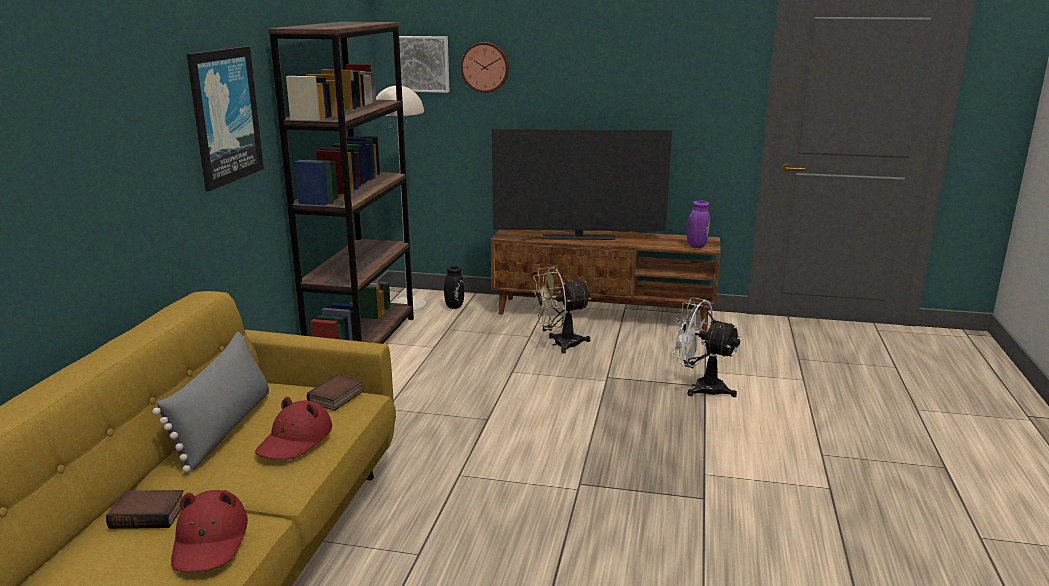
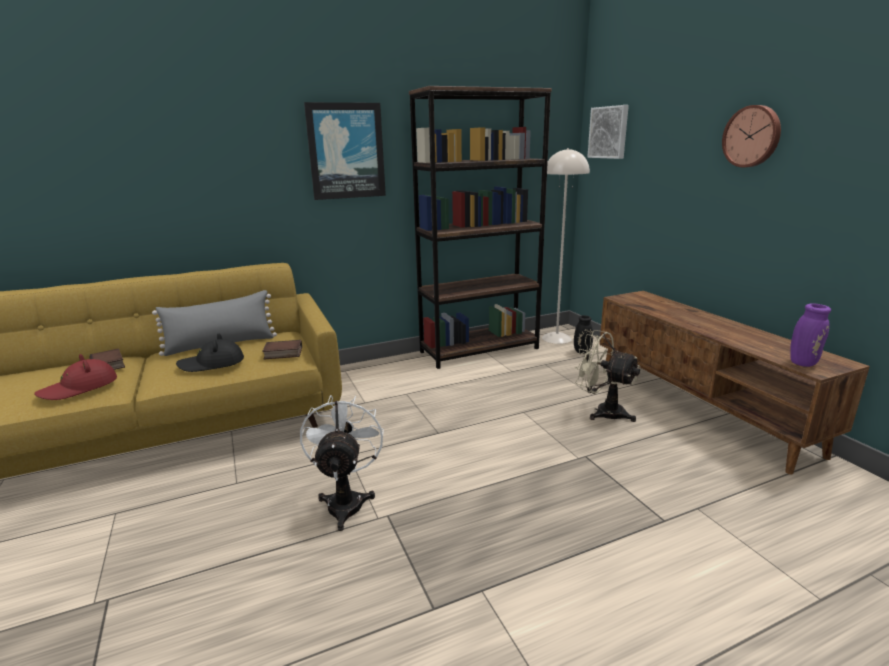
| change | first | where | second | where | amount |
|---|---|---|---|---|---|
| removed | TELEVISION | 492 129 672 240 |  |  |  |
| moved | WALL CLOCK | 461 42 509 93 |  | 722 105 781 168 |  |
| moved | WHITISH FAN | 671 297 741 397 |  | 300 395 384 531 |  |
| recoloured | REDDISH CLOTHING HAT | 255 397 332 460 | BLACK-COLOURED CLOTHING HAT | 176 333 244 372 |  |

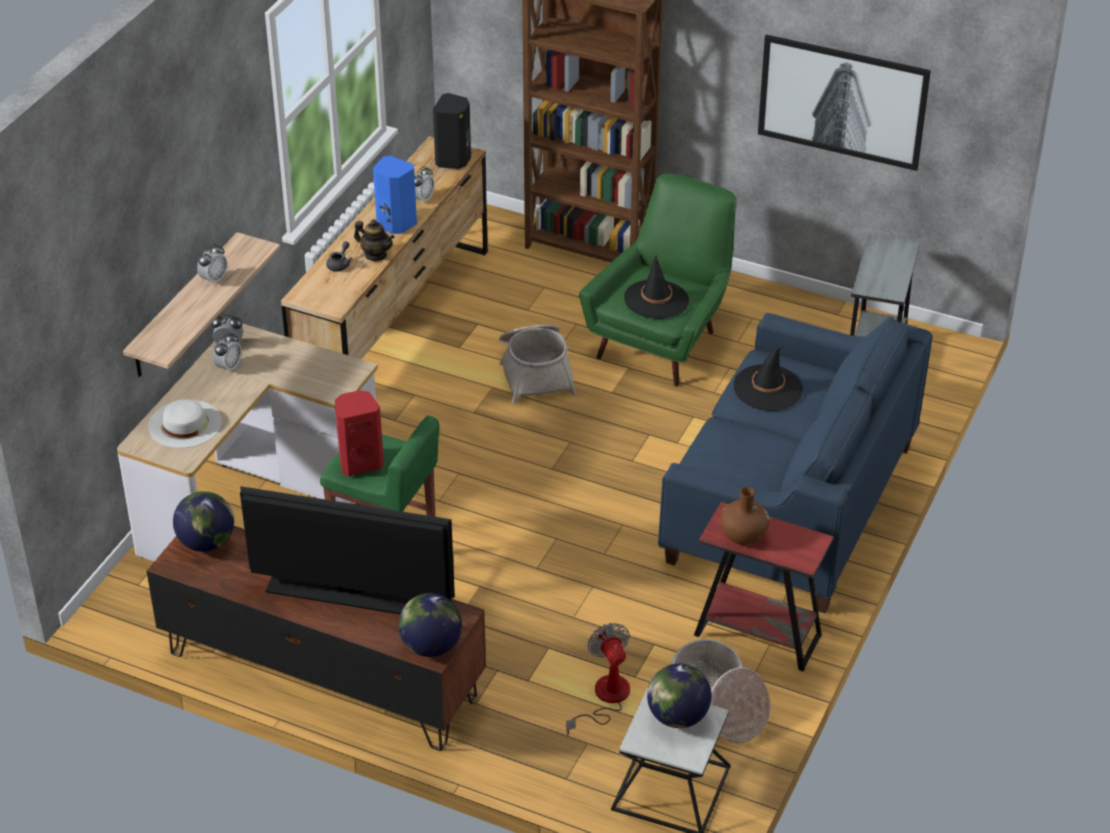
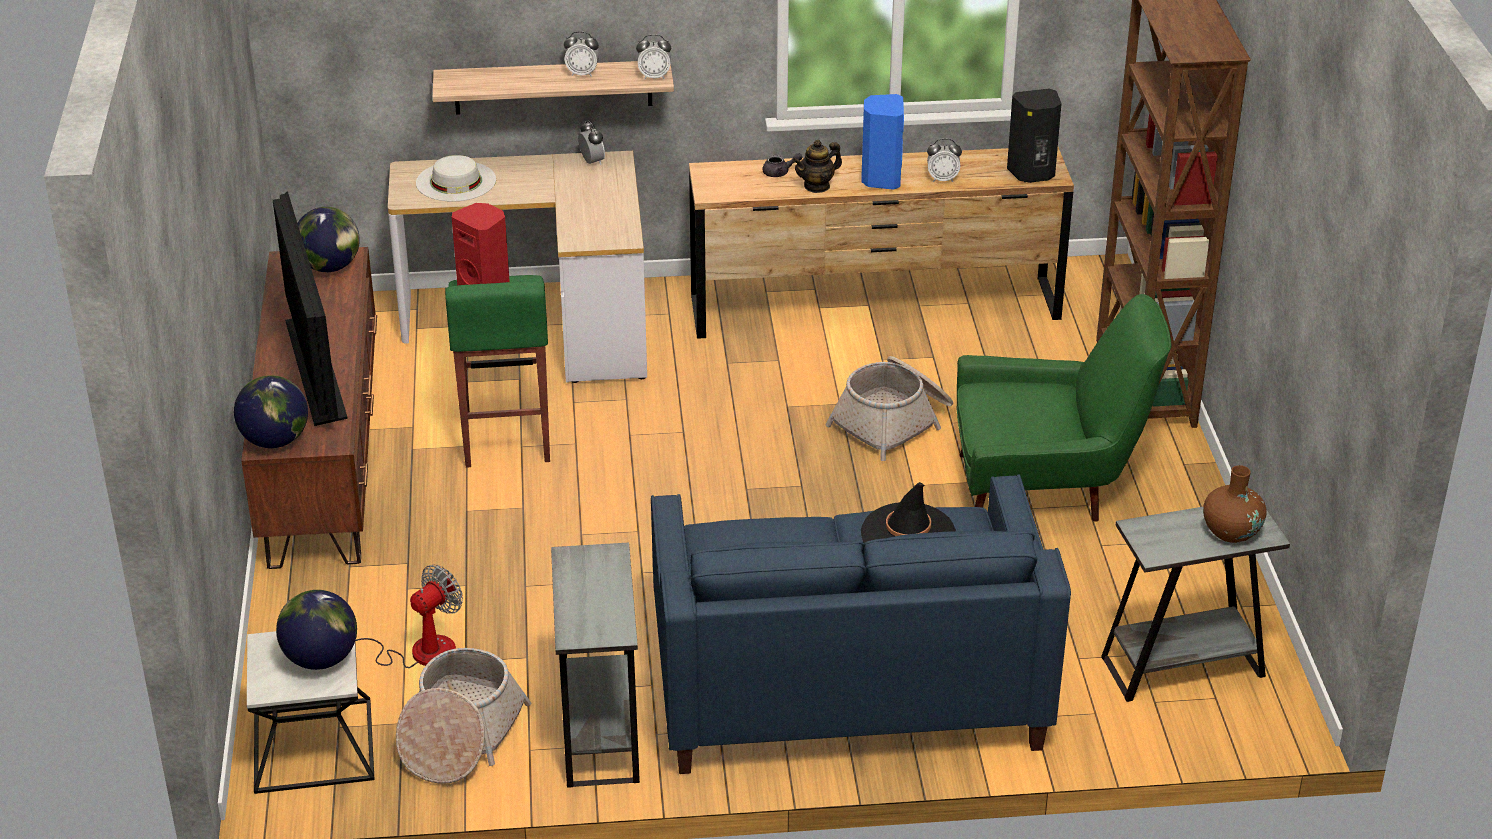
| change | first | where | second | where | amount |
|---|---|---|---|---|---|
| removed | BLACK-COLOURED CLOTHING HAT | 624 253 689 319 |  |  |  |
| removed | WALL PICTURE | 758 35 931 171 |  |  |  |
| moved | BEDSIDE CLOCK | 213 333 242 373 |  | 636 34 671 80 |  |
| moved | BROWN-COLOURED FLOWER VASE | 721 487 769 545 |  | 1203 465 1267 543 |  |
| recoloured | REDDISH SIDE TABLE | 694 502 834 672 | GREYISH SIDE TABLE | 551 543 640 788 |  |
| turned | TEAPOT | 354 219 395 261 |  | 793 140 842 193 | 60 degrees clockwise |

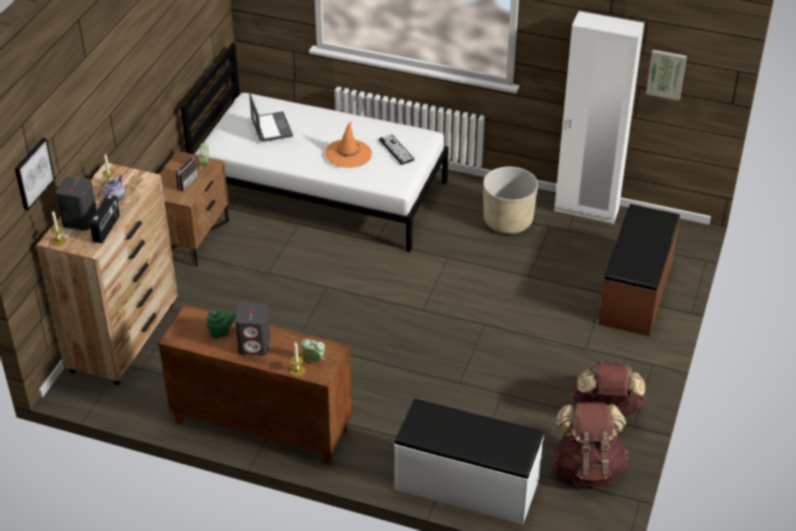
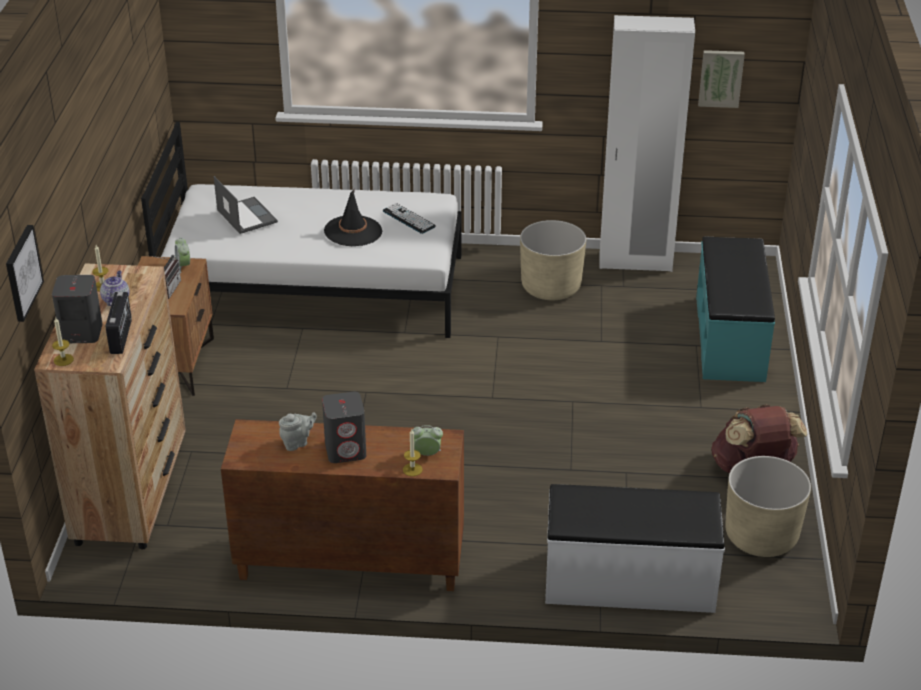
| change | first | where | second | where | amount |
|---|---|---|---|---|---|
| replaced | BROWN-COLOURED KNAPSACK | 552 402 629 487 | BEIGE-COLOURED PLANTER | 725 456 811 557 |  |
| recoloured | GREEN TEAPOT | 206 310 236 338 | GREYISH TEAPOT | 279 412 317 451 |  |
| recoloured | ORANGEY CLOTHING HAT | 325 121 372 168 | BLACK-COLOURED CLOTHING HAT | 324 189 382 246 |  |
| recoloured | BROWN-COLOURED BENCH | 598 204 680 336 | TURQUOISE BENCH | 696 236 775 382 |  |

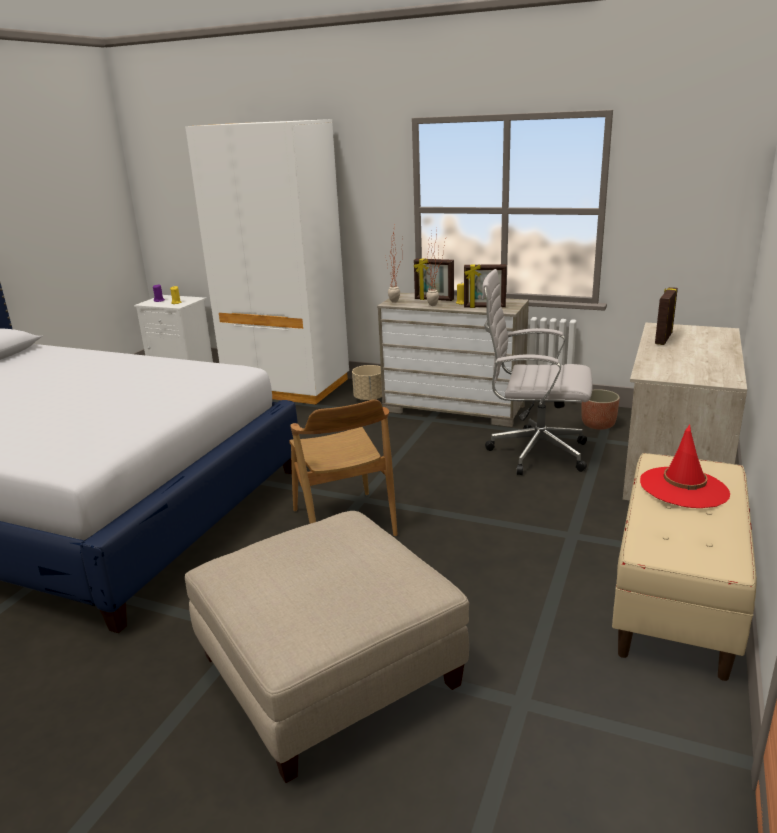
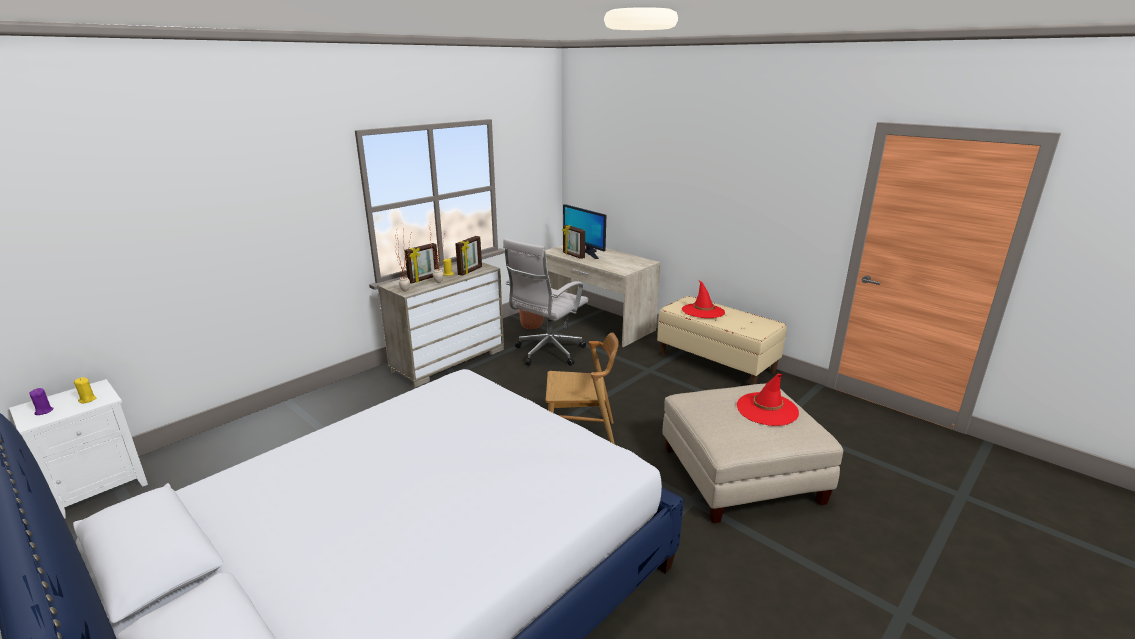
| change | first | where | second | where | amount |
|---|---|---|---|---|---|
| removed | WHITISH ARMOIRE | 185 119 349 405 |  |  |  |
| removed | BEIGE-COLOURED PLANTER | 352 365 382 401 |  |  |  |
| added |  |  | MONITOR | 563 204 606 259 |  |
| added |  |  | REDDISH CLOTHING HAT | 737 374 799 426 |  |

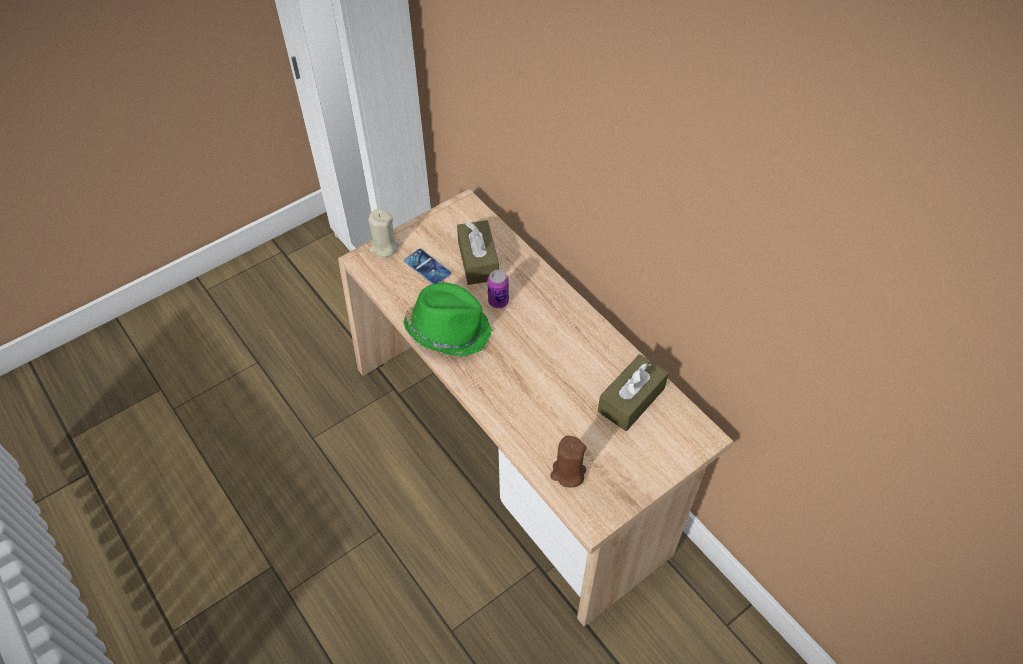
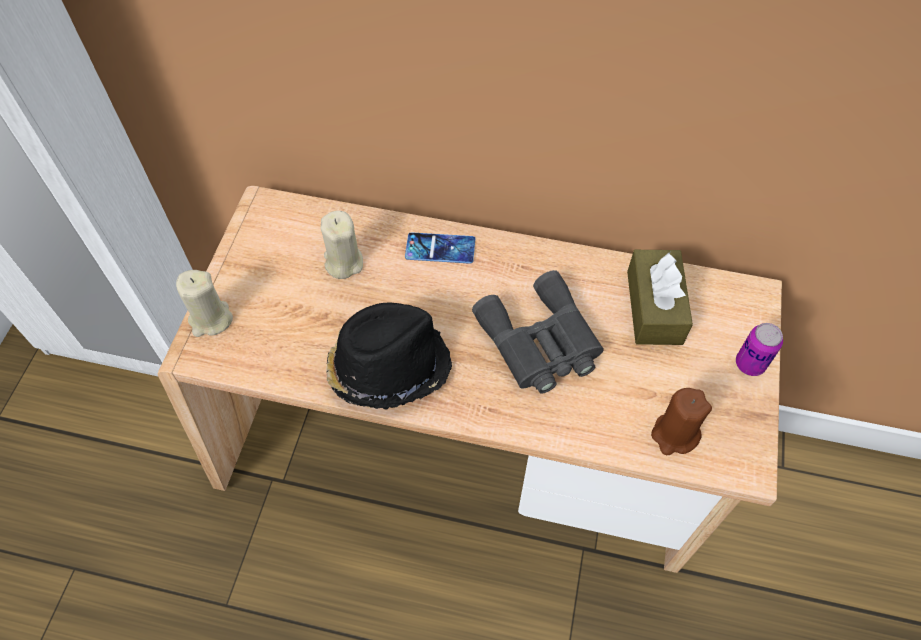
| change | first | where | second | where | amount |
|---|---|---|---|---|---|
| added |  |  | GREYISH FIELD GLASSES | 472 270 604 393 |  |
| moved | TELEPHONE | 404 249 452 284 |  | 405 232 475 264 |  |
| moved | CAN | 487 270 509 308 |  | 736 323 783 376 |  |
| replaced | BROWN-COLOURED TISSUE HOLDER | 457 220 499 285 | BEIGE-COLOURED WAX LIGHT | 321 211 363 279 |  |
| recoloured | GREEN CLOTHING HAT | 403 283 492 357 | BLACK-COLOURED CLOTHING HAT | 326 303 452 409 |  |

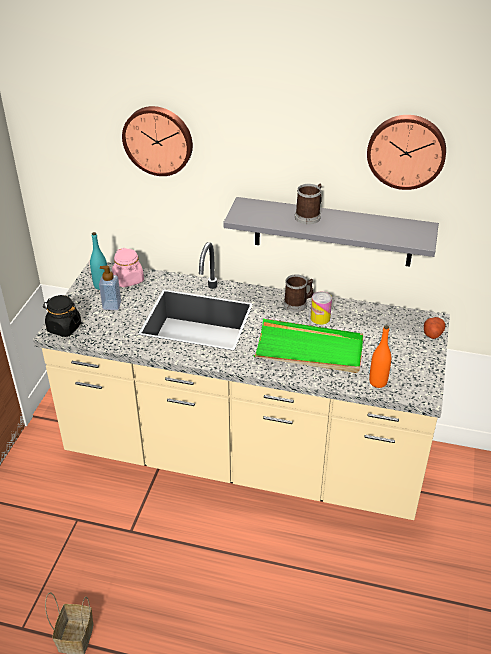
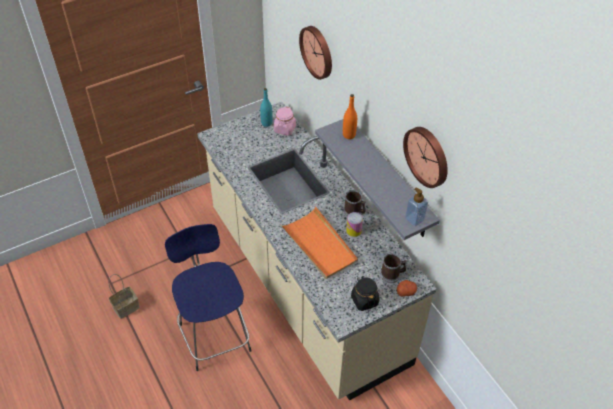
| change | first | where | second | where | amount |
|---|---|---|---|---|---|
| added |  |  | BLUE-COLOURED STOOL SEAT | 165 224 251 371 |  |
| moved | BLACK-COLOURED PRESERVE JAR | 43 295 81 337 |  | 351 276 380 311 |  |
| moved | SOAP BOTTLE | 99 266 121 310 |  | 405 188 428 226 |  |
| moved | MUG | 295 184 322 224 |  | 380 253 407 283 |  |
| moved | ORANGEY DRINK BOTTLE | 369 325 391 388 |  | 343 94 357 139 |  |
| recoloured | GREEN SERVING TRAY | 253 319 363 373 | ORANGEY SERVING TRAY | 280 207 358 279 |  |

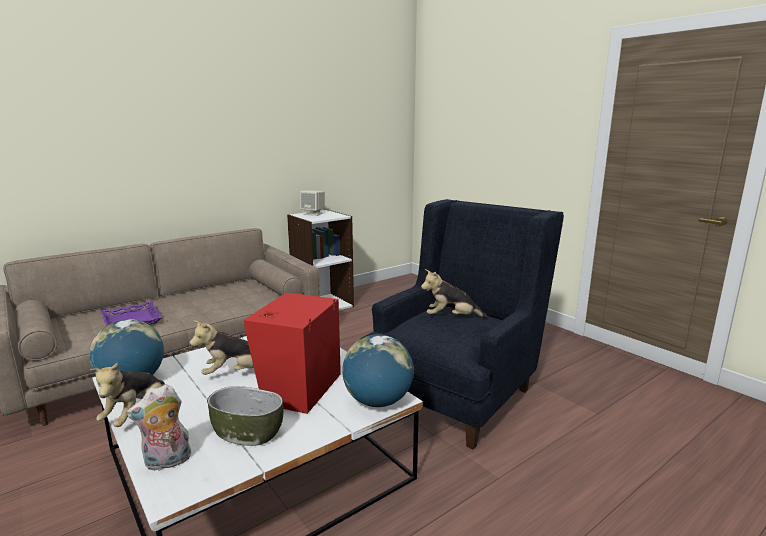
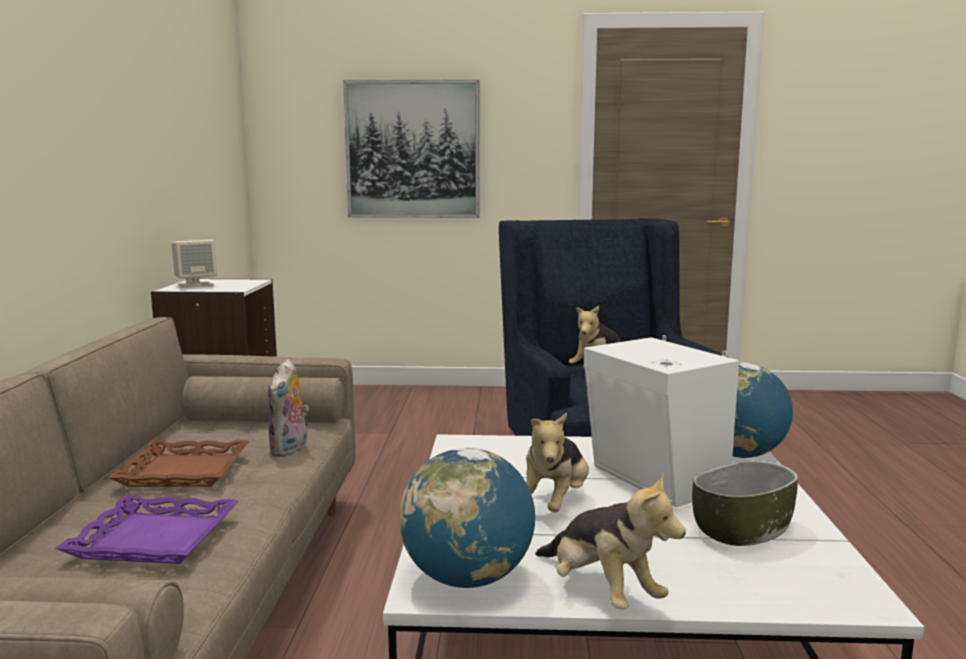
| change | first | where | second | where | amount |
|---|---|---|---|---|---|
| added |  |  | BROWN-COLOURED SERVING TRAY | 108 440 250 487 |  |
| added |  |  | WALL PICTURE | 343 80 480 218 |  |
| moved | CUDDLY TOY | 126 384 191 472 |  | 268 359 309 457 |  |
| recoloured | REDDISH SPEAKER | 244 293 341 414 | WHITISH SPEAKER | 584 335 739 507 |  |

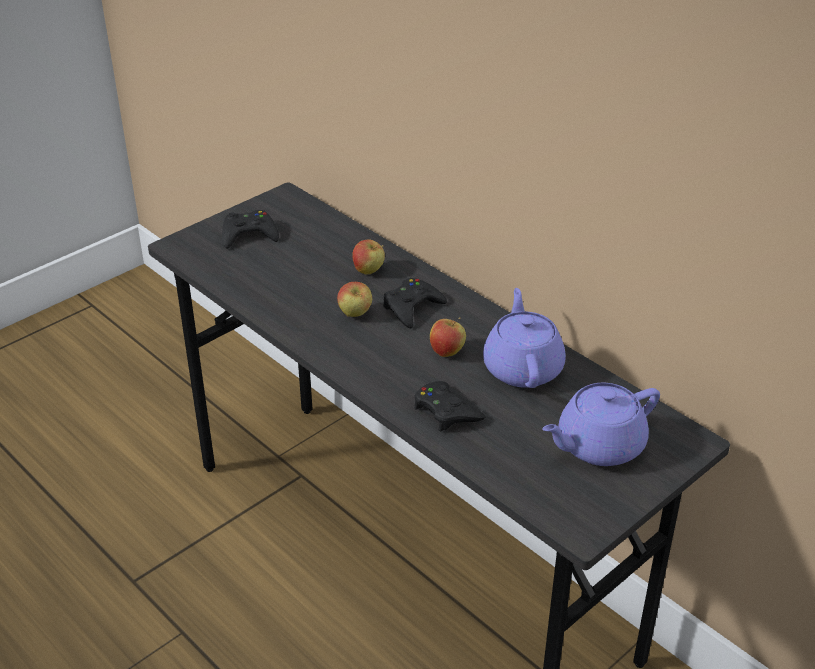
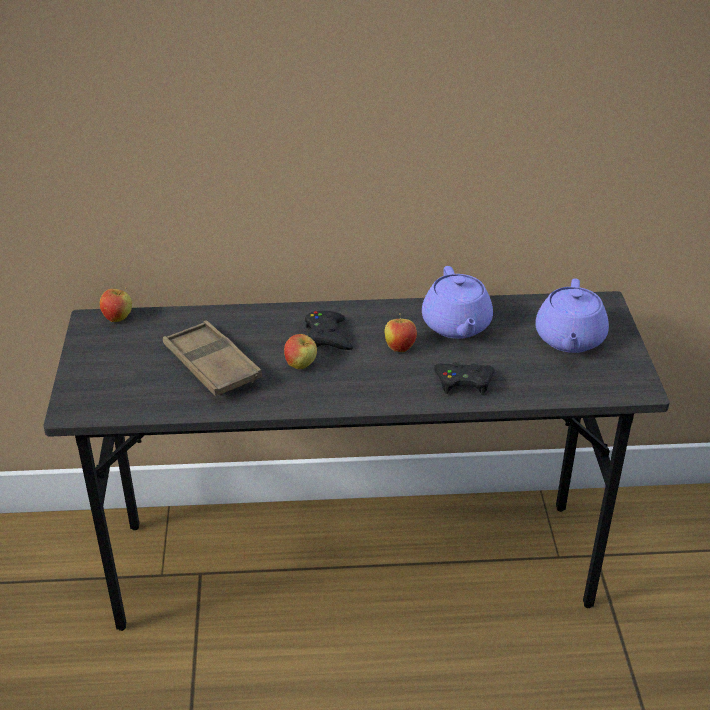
| change | first | where | second | where | amount |
|---|---|---|---|---|---|
| removed | BLACK-COLOURED JOYPAD | 222 210 279 249 |  |  |  |
| added |  |  | BROWN-COLOURED SERVING TRAY | 163 320 262 397 |  |
| moved | APPLE | 352 239 385 275 |  | 100 287 132 322 |  |
| turned | PURPLE-COLOURED TEAPOT | 483 288 566 388 |  | 422 266 493 339 | 135 degrees counterclockwise |

